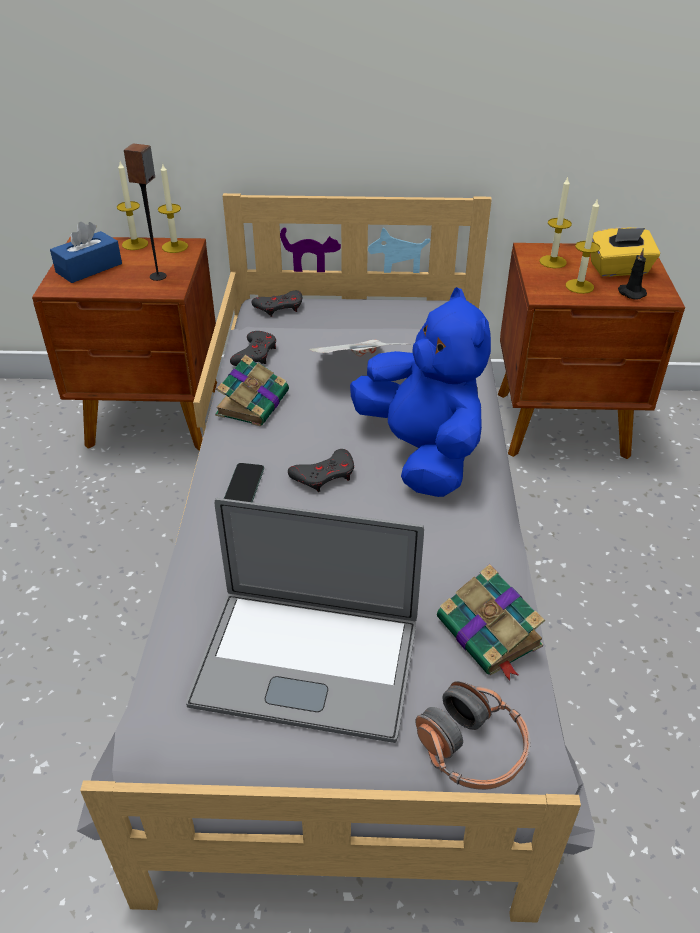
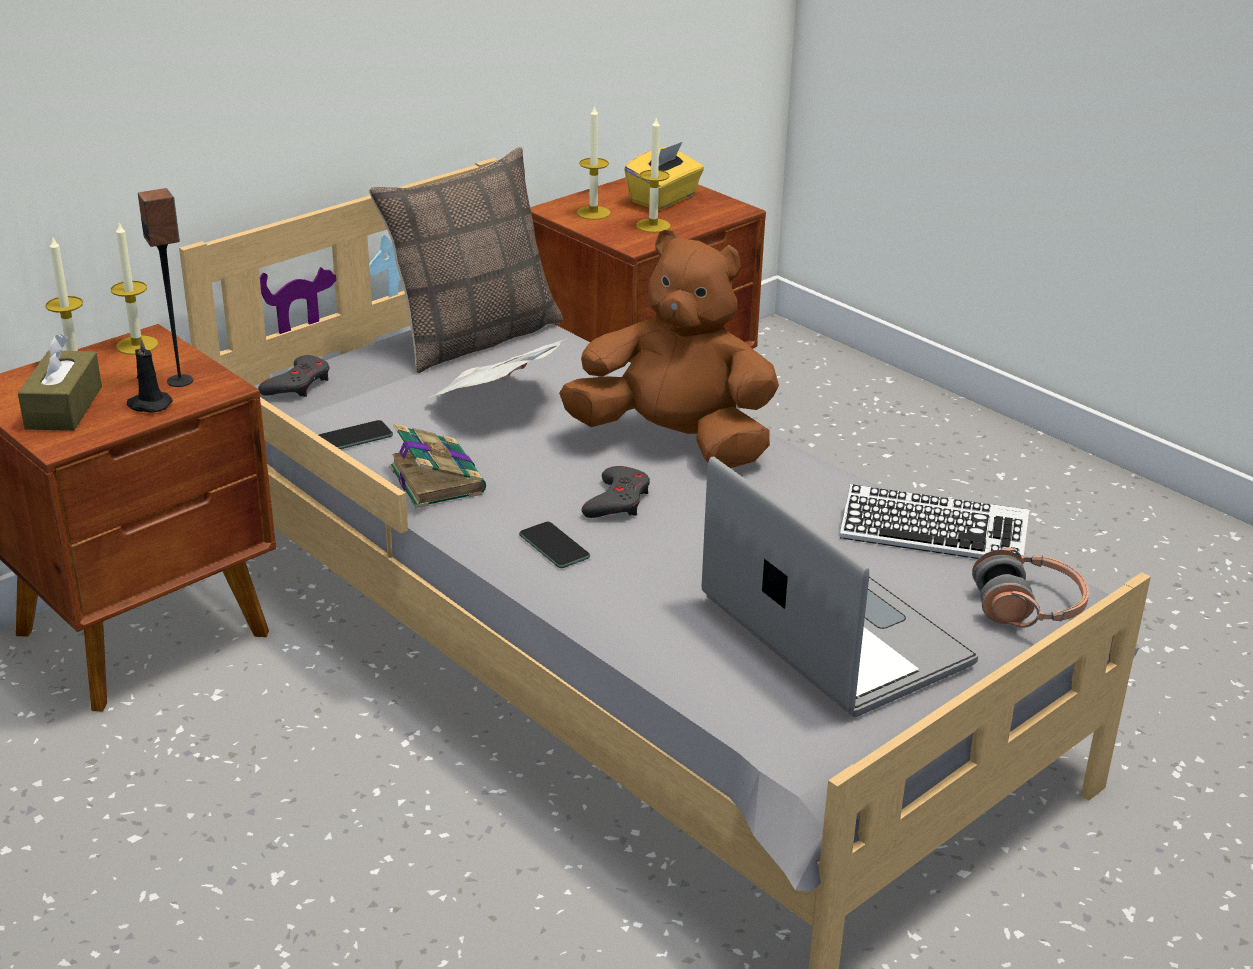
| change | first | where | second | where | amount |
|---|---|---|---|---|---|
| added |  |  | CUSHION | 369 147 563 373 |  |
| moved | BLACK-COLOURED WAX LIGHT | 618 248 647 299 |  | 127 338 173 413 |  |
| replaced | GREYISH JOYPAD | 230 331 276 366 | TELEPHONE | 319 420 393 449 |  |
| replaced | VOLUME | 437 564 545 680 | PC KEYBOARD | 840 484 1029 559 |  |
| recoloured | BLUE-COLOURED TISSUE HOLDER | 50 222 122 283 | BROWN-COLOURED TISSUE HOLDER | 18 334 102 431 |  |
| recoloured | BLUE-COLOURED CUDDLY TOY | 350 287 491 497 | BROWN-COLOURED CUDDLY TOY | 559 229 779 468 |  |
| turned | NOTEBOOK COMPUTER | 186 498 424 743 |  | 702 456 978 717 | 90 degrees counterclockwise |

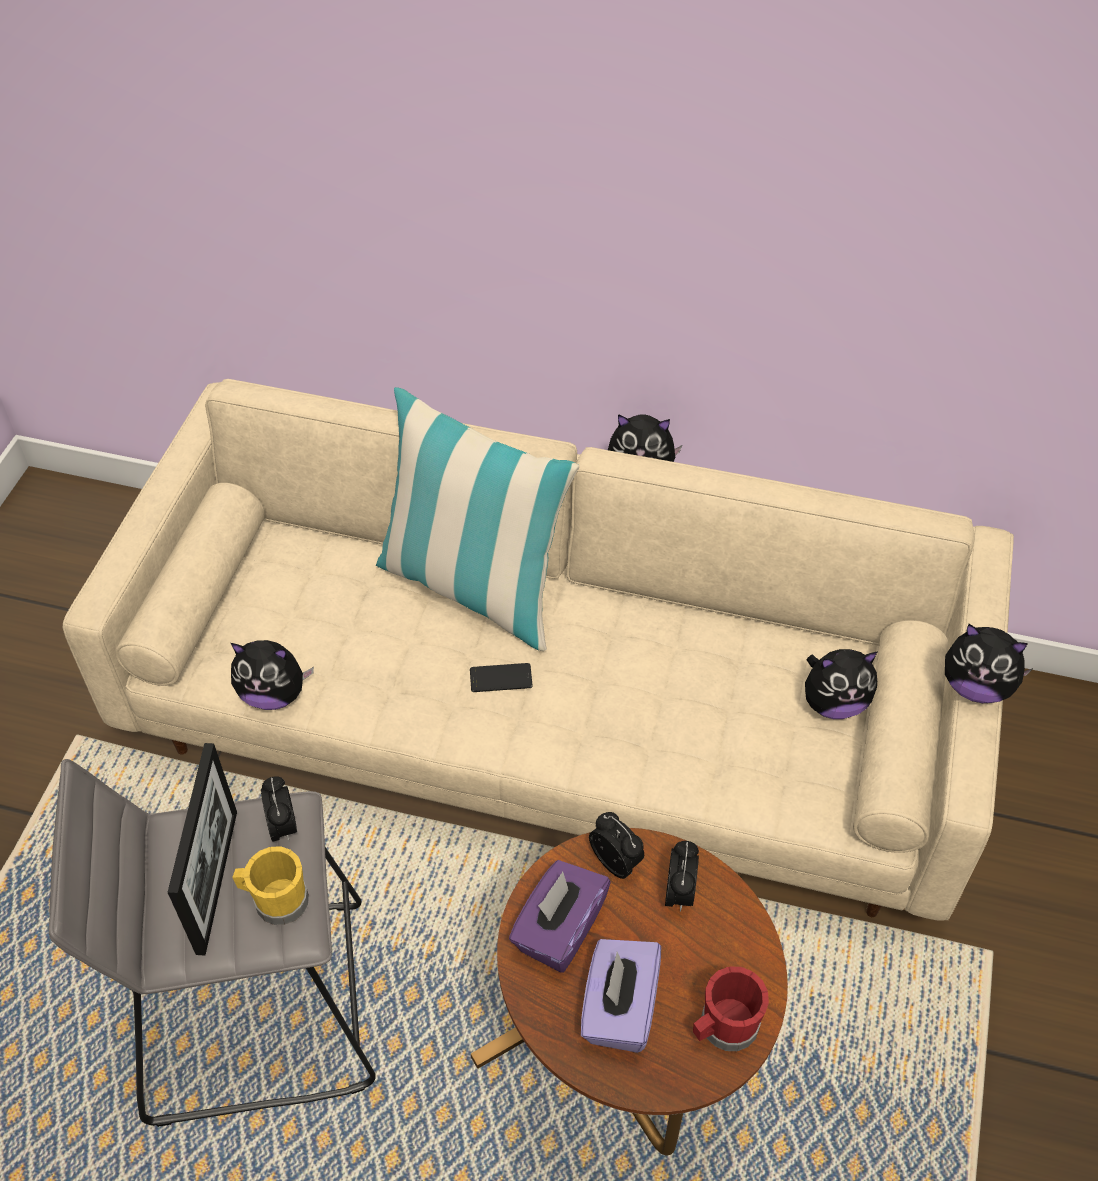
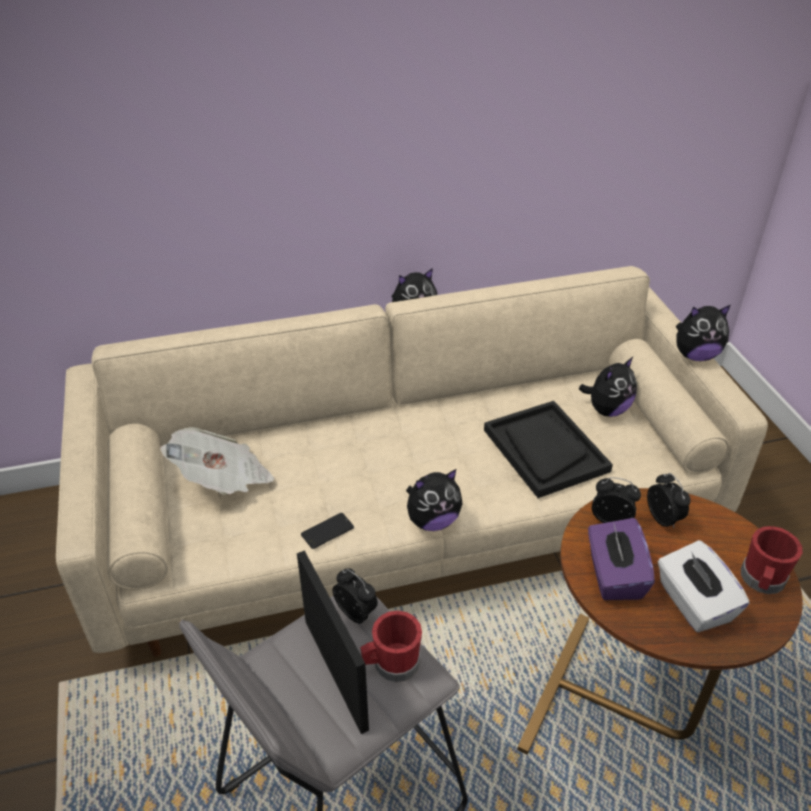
| change | first | where | second | where | amount |
|---|---|---|---|---|---|
| removed | CUSHION | 376 387 579 651 |  |  |  |
| added |  |  | NEWSPAPER | 160 427 274 495 |  |
| added |  |  | BLACK-COLOURED SERVING TRAY | 484 401 613 498 |  |
| moved | CUDDLY TOY | 231 640 314 710 |  | 406 469 463 531 |  |
| moved | TELEPHONE | 470 663 533 692 |  | 301 513 354 549 |  |
| recoloured | YELLOW MUG | 232 846 309 925 | REDDISH MUG | 360 611 422 682 |  |
| recoloured | PURPLE-COLOURED TISSUE HOLDER | 581 939 661 1053 | WHITISH TISSUE HOLDER | 658 540 749 632 |  |

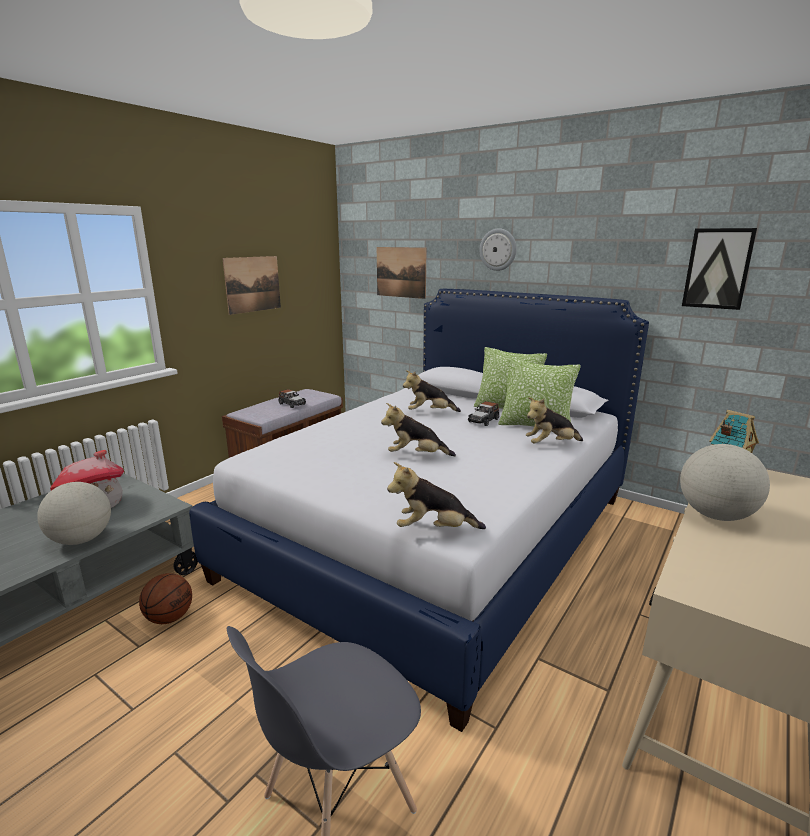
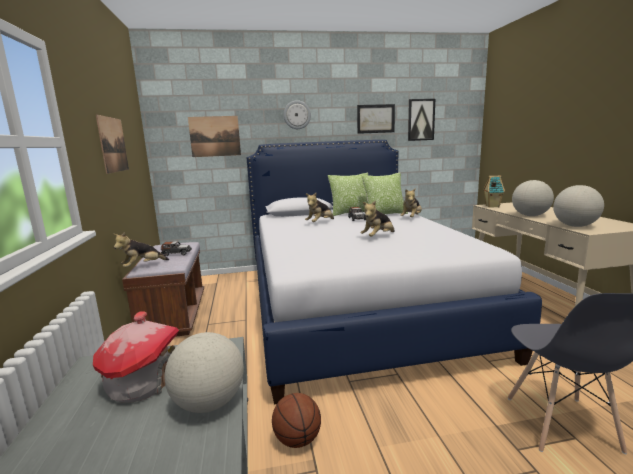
| change | first | where | second | where | amount |
|---|---|---|---|---|---|
| added |  |  | WALL PICTURE | 357 104 395 134 |  |
| added |  |  | DESK GLOBE | 553 185 604 227 |  |
| moved | CUDDLY TOY | 387 462 486 529 |  | 113 232 169 268 |  |

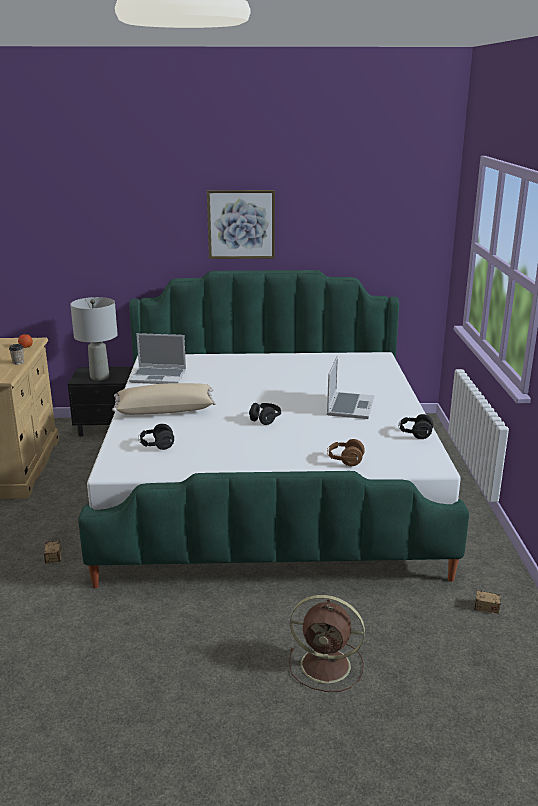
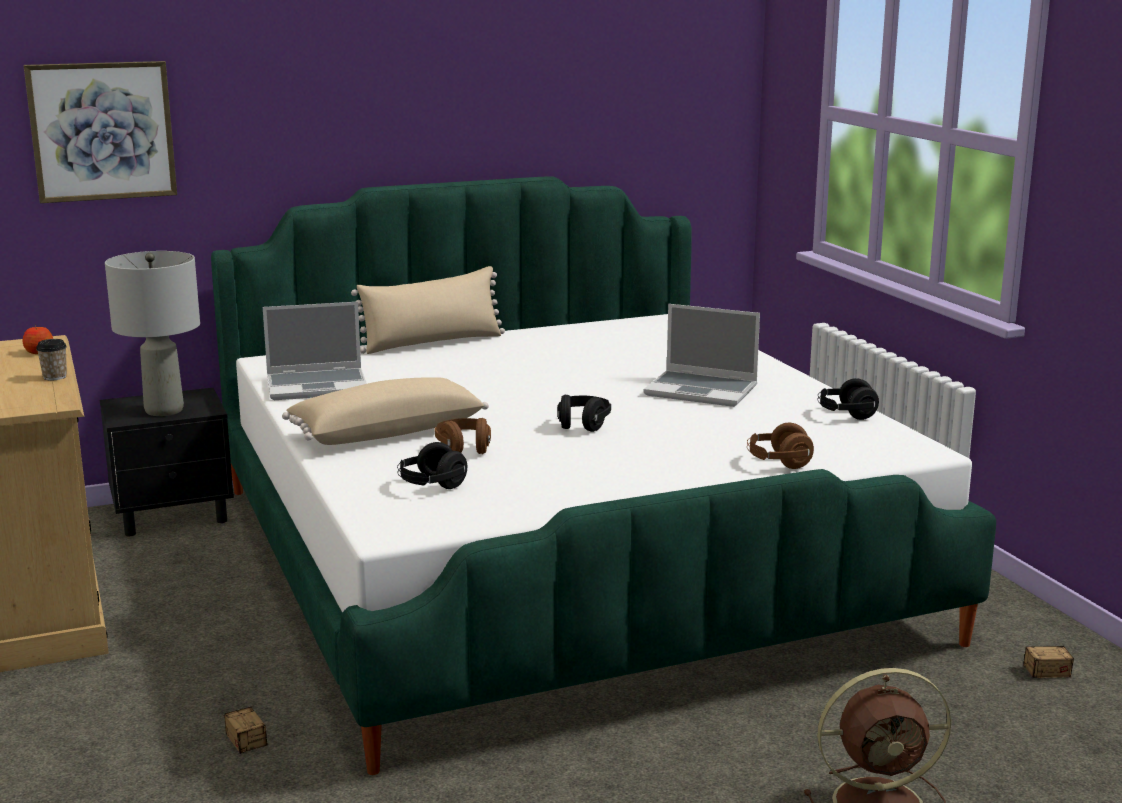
| change | first | where | second | where | amount |
|---|---|---|---|---|---|
| added |  |  | BEIGE-COLOURED CUSHION | 351 266 505 354 |  |
| added |  |  | BROWN-COLOURED PAIR OF HEADPHONES | 435 418 491 454 |  |
| moved | WALL PICTURE | 207 190 275 259 |  | 24 61 177 203 |  |
| turned | NOTEBOOK COMPUTER | 327 356 374 419 |  | 643 304 760 407 | 120 degrees clockwise |

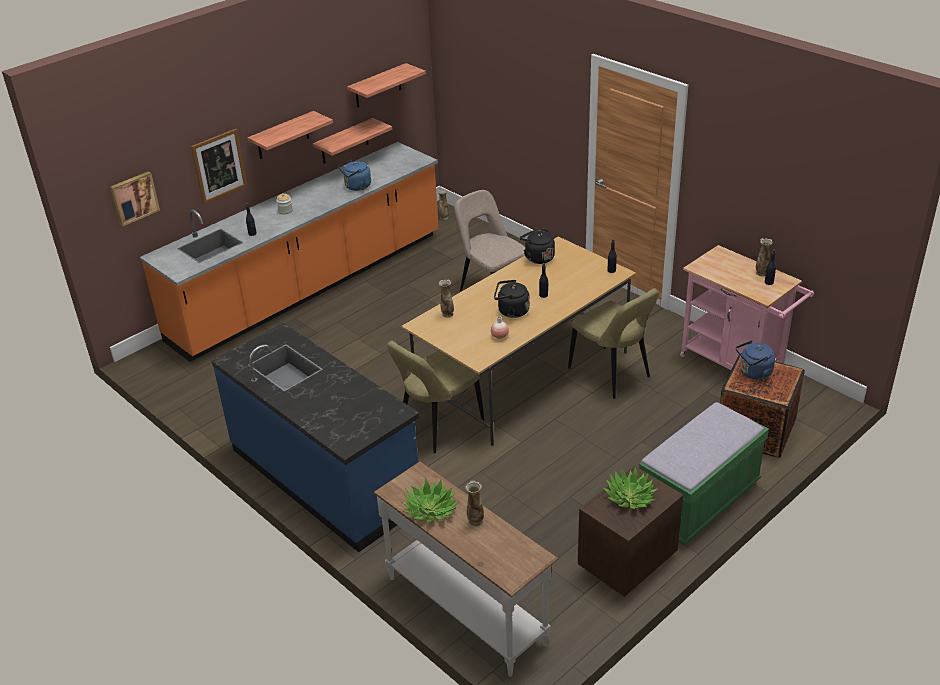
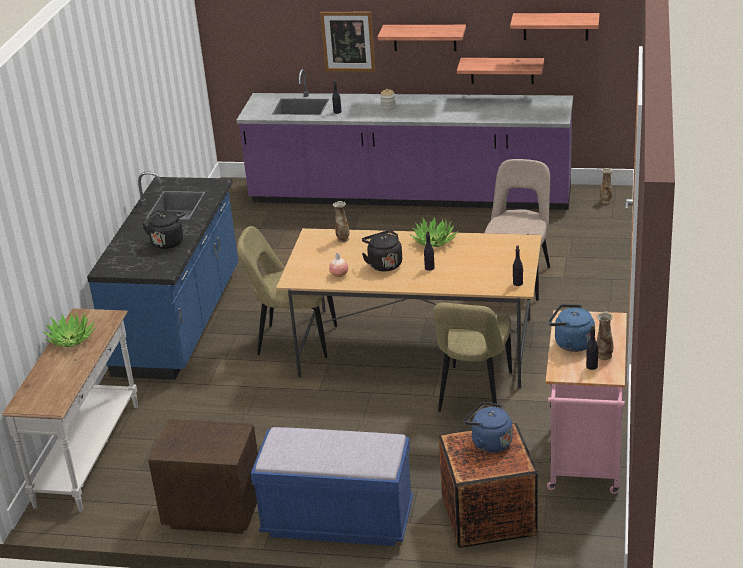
| change | first | where | second | where | amount |
|---|---|---|---|---|---|
| removed | WALL PICTURE | 110 171 160 226 |  |  |  |
| removed | FLOWER VASE | 465 481 484 526 |  |  |  |
| moved | BLUE-COLOURED KETTLE | 338 160 371 191 |  | 548 304 595 352 |  |
| moved | BLACK-COLOURED KETTLE | 519 228 555 264 |  | 142 210 185 249 |  |
| moved | HOUSEPLANT | 602 467 658 509 |  | 411 217 458 247 |  |
| recoloured | ORANGEY KITCHEN BASE UNIT | 140 142 439 362 | PURPLE-COLOURED KITCHEN BASE UNIT | 236 69 573 210 |  |
| recoloured | GREEN BENCH | 639 402 769 544 | BLUE-COLOURED BENCH | 251 427 413 546 |  |

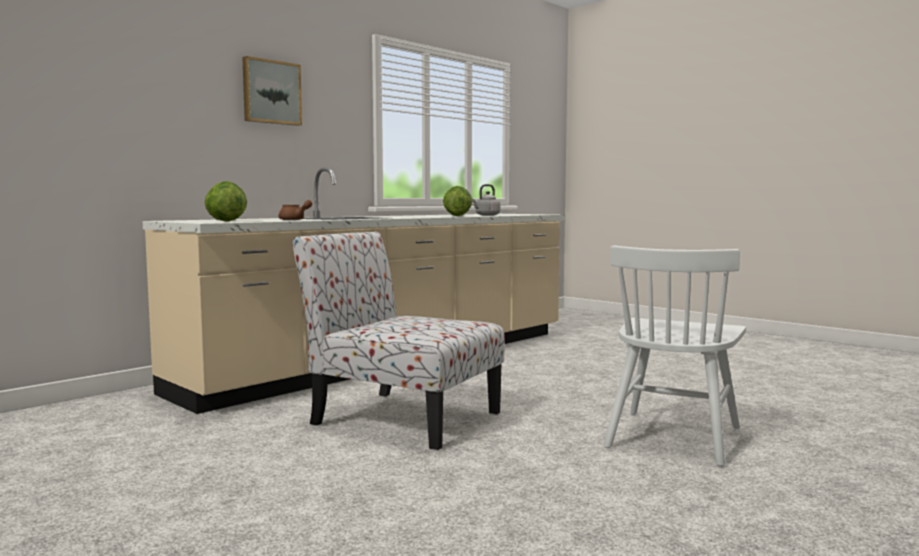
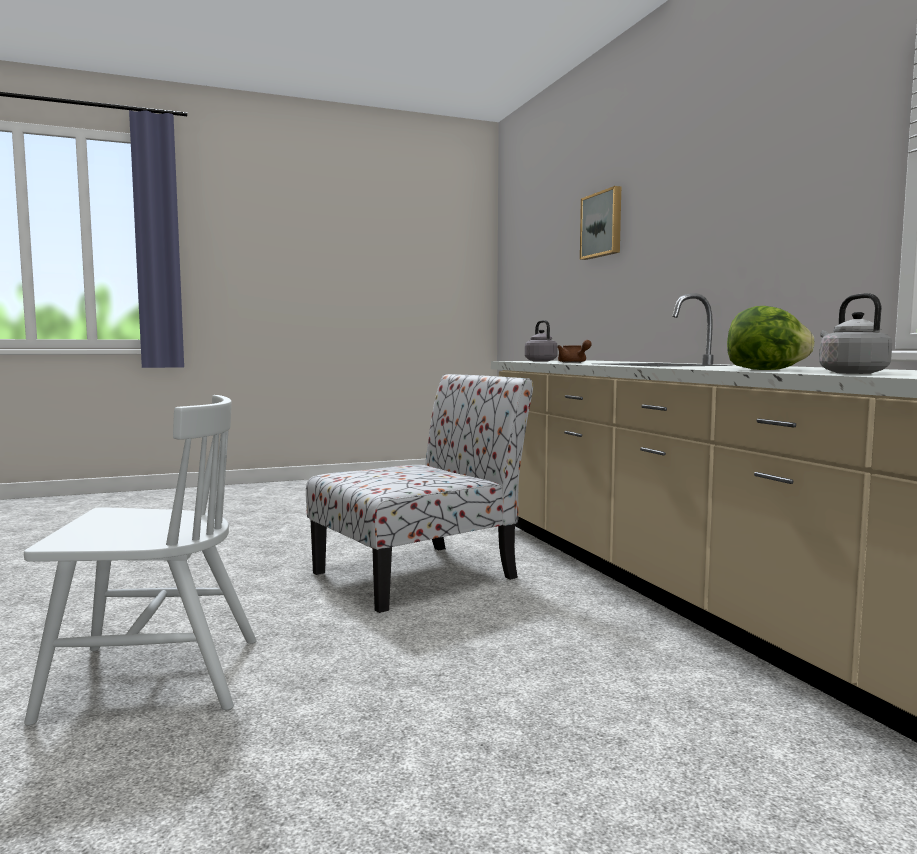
| change | first | where | second | where | amount |
|---|---|---|---|---|---|
| moved | WALL PICTURE | 242 56 302 126 |  | 580 186 621 260 |  |
| replaced | LETTUCE | 205 181 247 222 | GREYISH KETTLE | 525 320 558 362 |  |
| turned | WHITISH UPRIGHT CHAIR | 604 245 746 466 |  | 24 395 257 726 | 120 degrees clockwise |

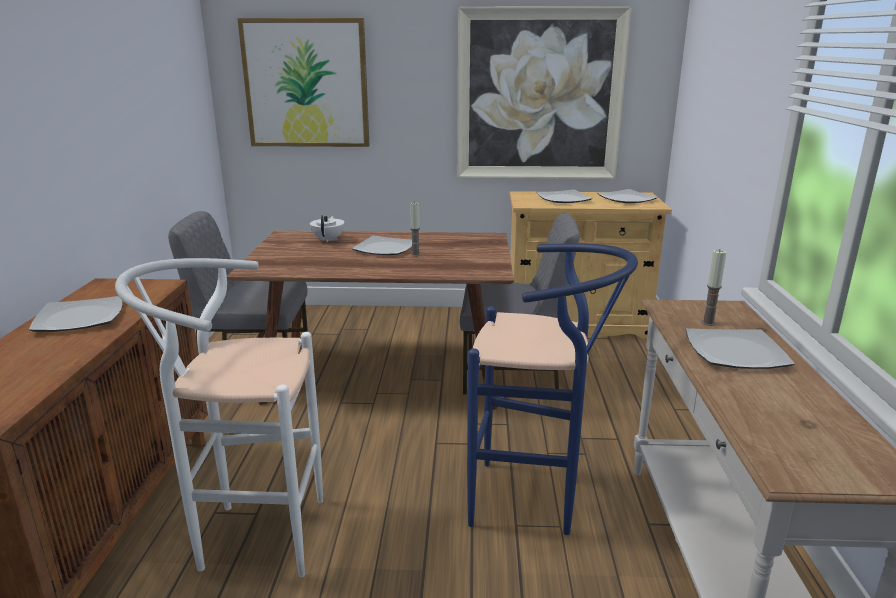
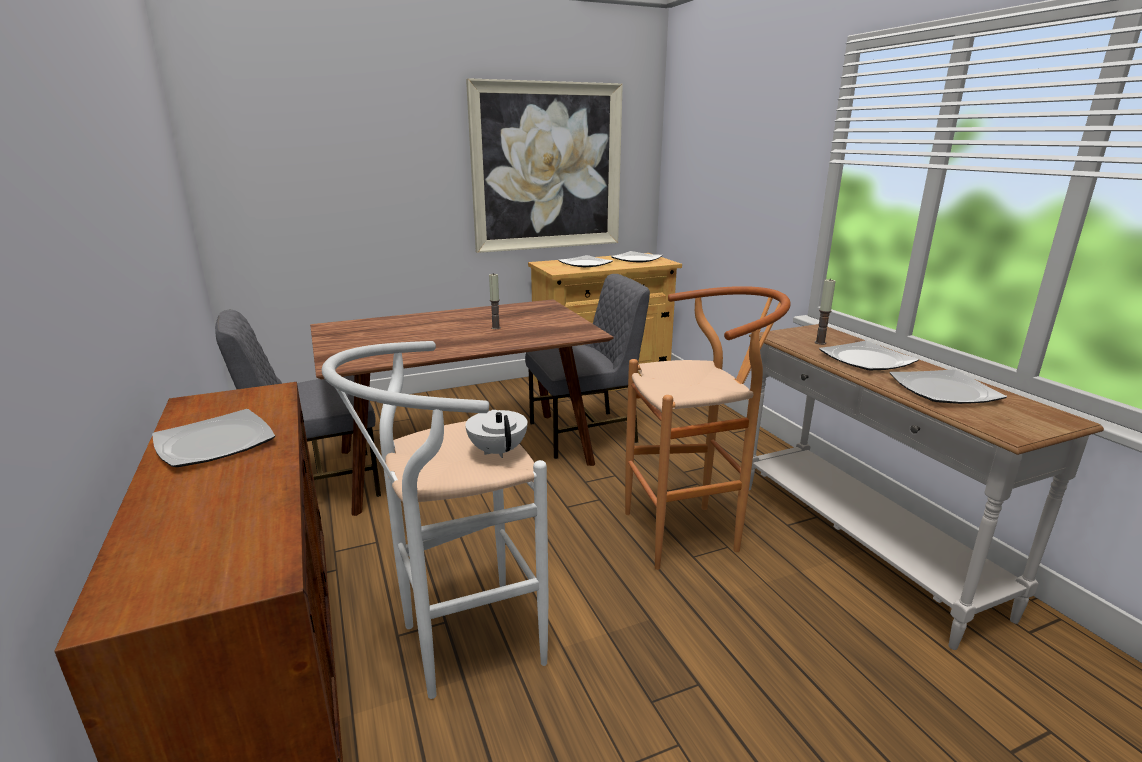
| change | first | where | second | where | amount |
|---|---|---|---|---|---|
| removed | WALL PICTURE | 237 18 370 147 |  |  |  |
| moved | WHITISH TEAPOT | 310 215 345 243 |  | 465 410 527 458 |  |
| moved | PLATE | 352 235 412 255 |  | 890 369 1007 404 |  |
| recoloured | BLUE-COLOURED STOOL SEAT | 467 243 638 535 | BROWN-COLOURED STOOL SEAT | 625 286 791 570 |  |

